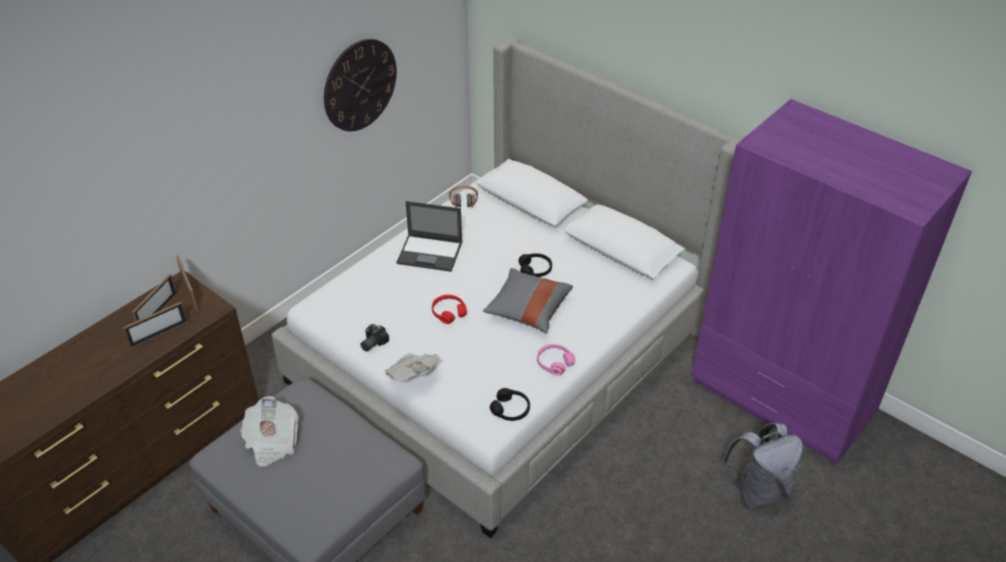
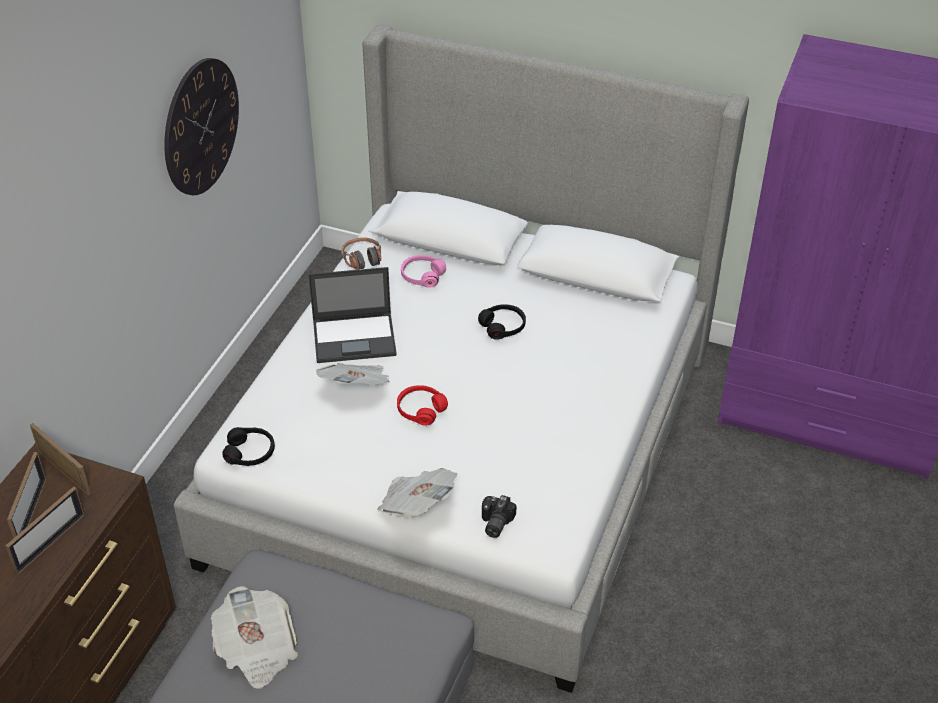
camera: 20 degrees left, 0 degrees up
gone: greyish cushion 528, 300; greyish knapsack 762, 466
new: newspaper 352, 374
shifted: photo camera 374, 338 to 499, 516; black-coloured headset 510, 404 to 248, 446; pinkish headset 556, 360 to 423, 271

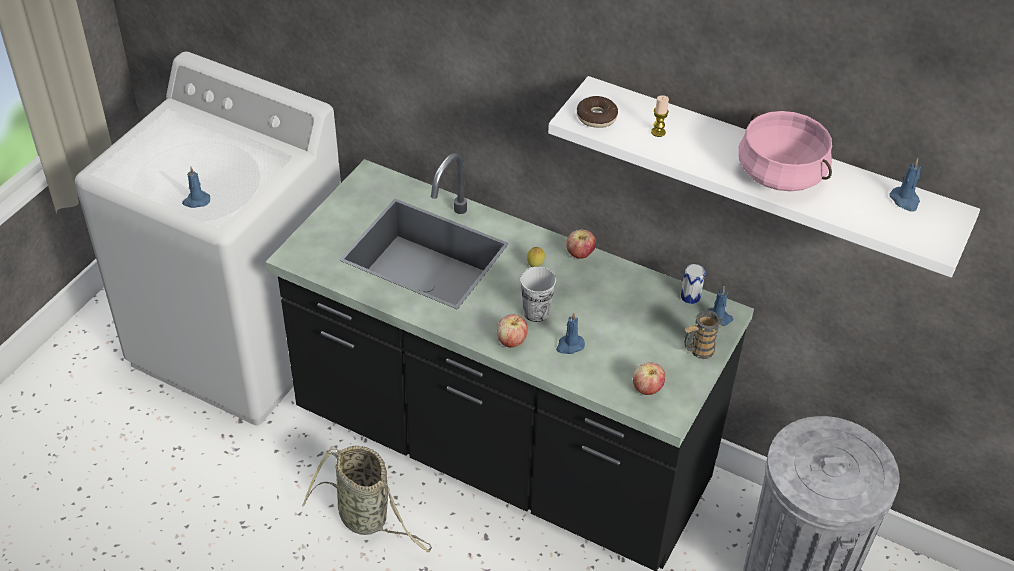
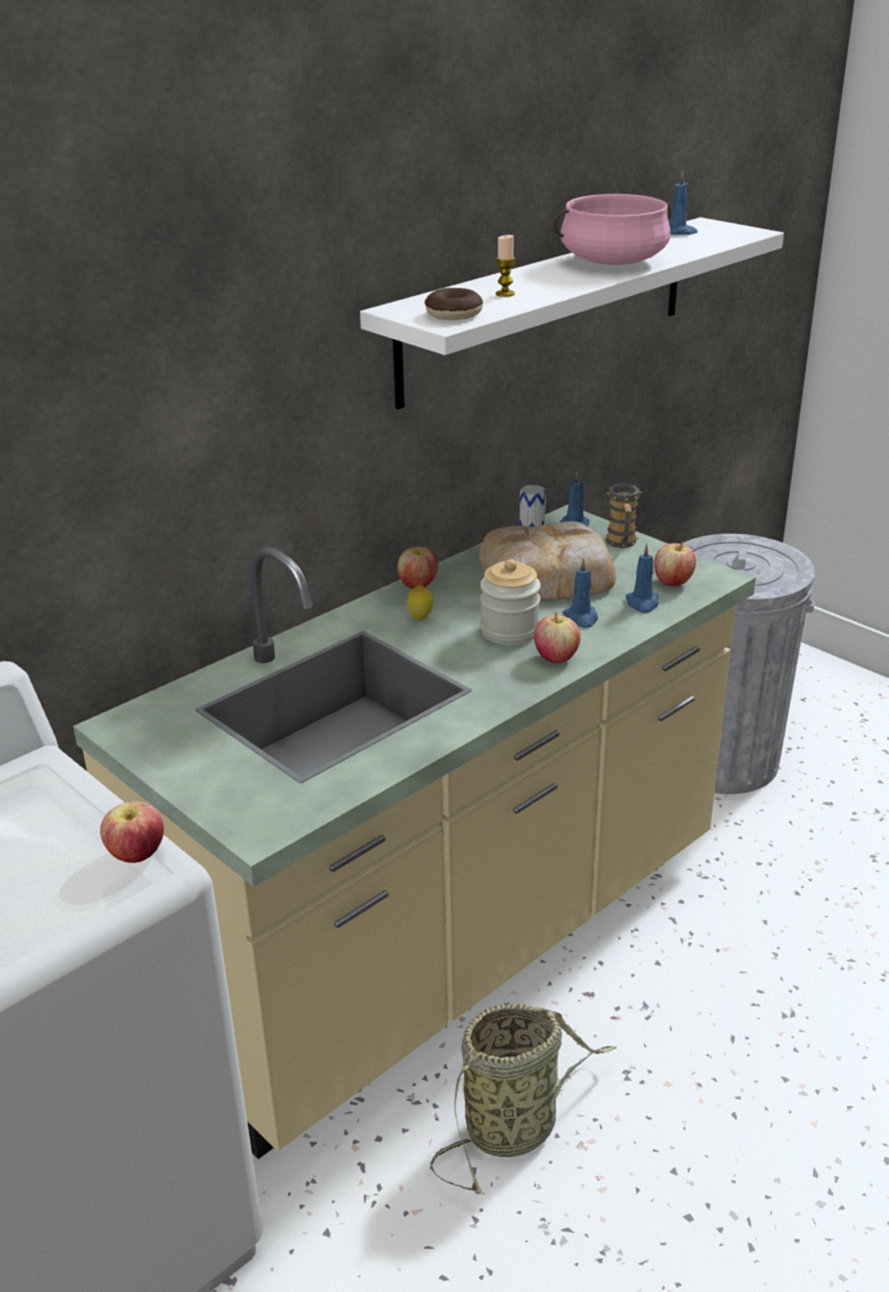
camera: 70 degrees left, 15 degrees down
new: apple fruit 132, 832; bakery bread 547, 561
shifted: bluish wax candle 196, 187 to 642, 578
swapped: small cup 538, 294 to jar 510, 602
repainted: black-coloured counter 509, 362 to beige-coloured counter 414, 832

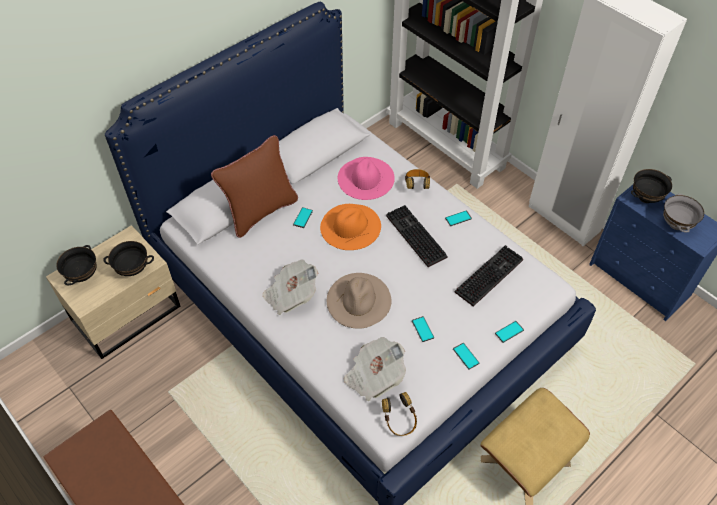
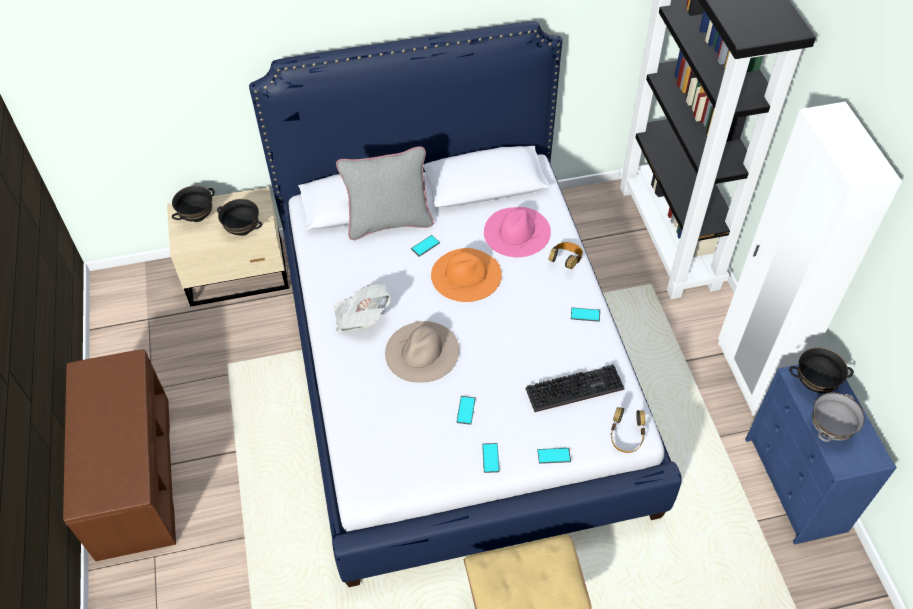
camera: 30 degrees right, 0 degrees up
gone: newspaper 375, 369; PC keyboard 417, 236
shifted: headset 399, 414 to 627, 430
repainted: brown cushion 254, 186 to greyish cushion 385, 193

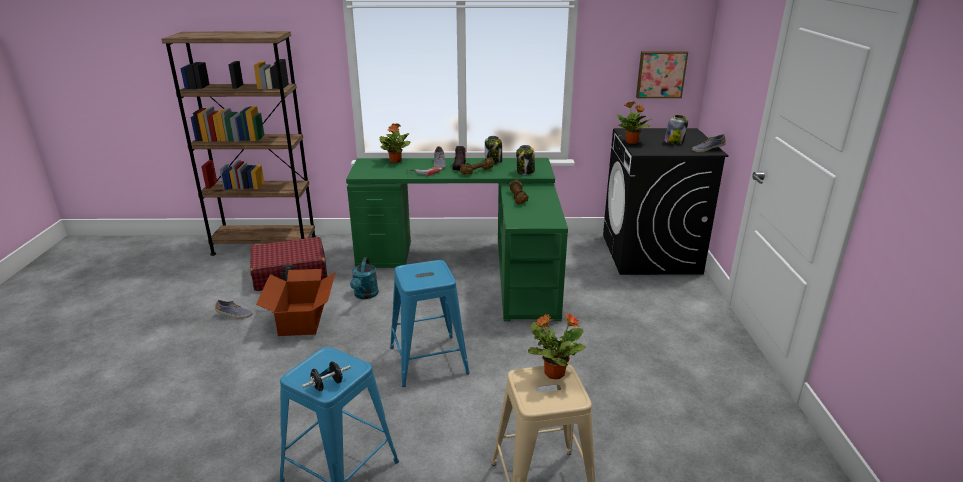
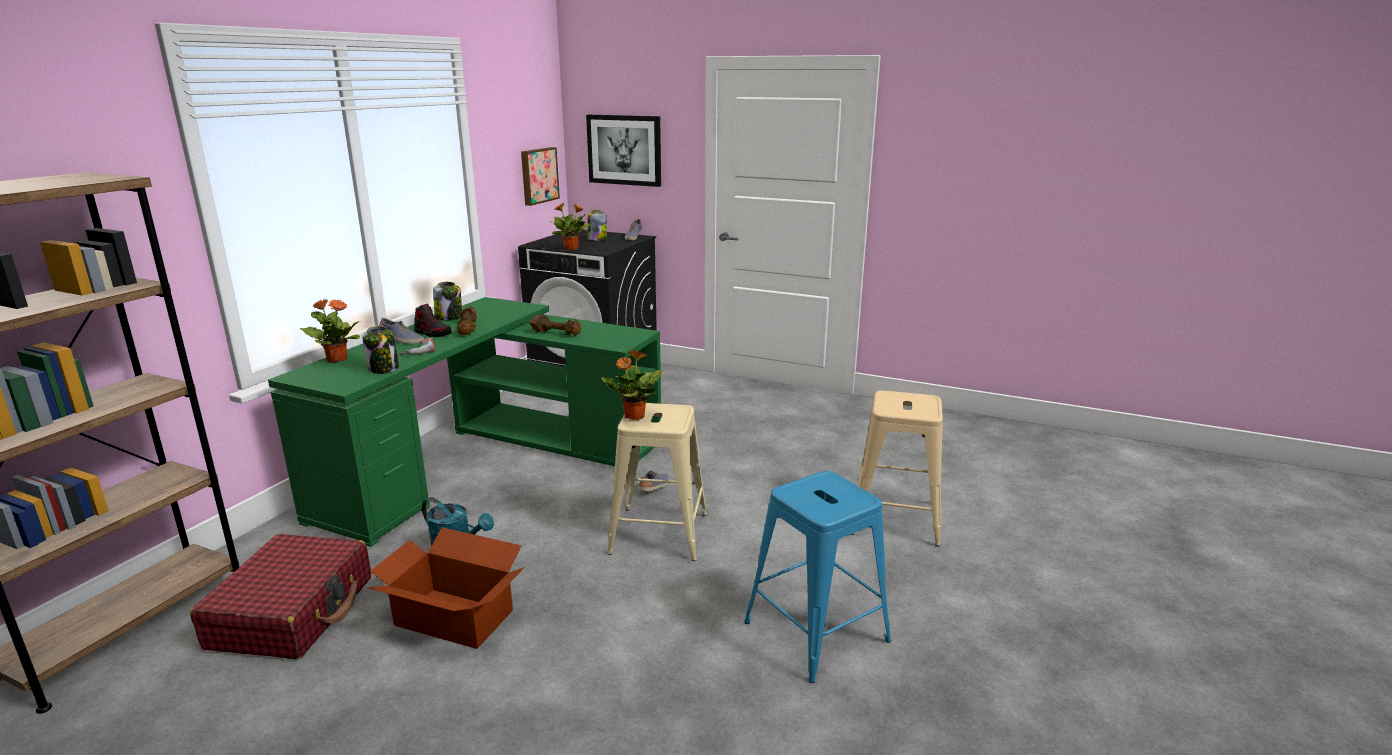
camera: 65 degrees left, 5 degrees down
gone: black-coloured hand weight 326, 376
new: picture 623, 151
shifted: low shoe 233, 309 to 654, 481; jar 525, 160 to 380, 350; plant in a pot 557, 346 to 631, 384
repainted: bluish stool 430, 323 to beige-coloured stool 657, 482

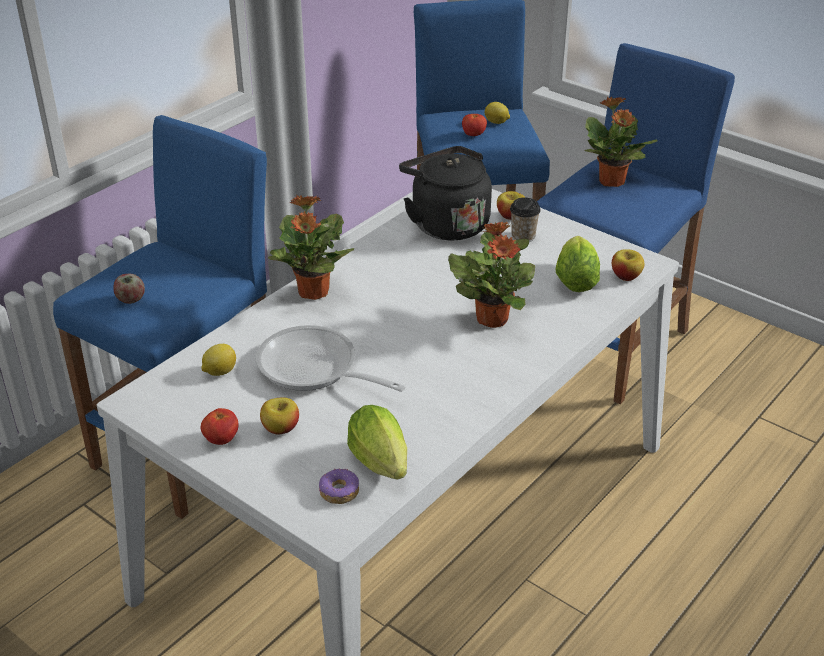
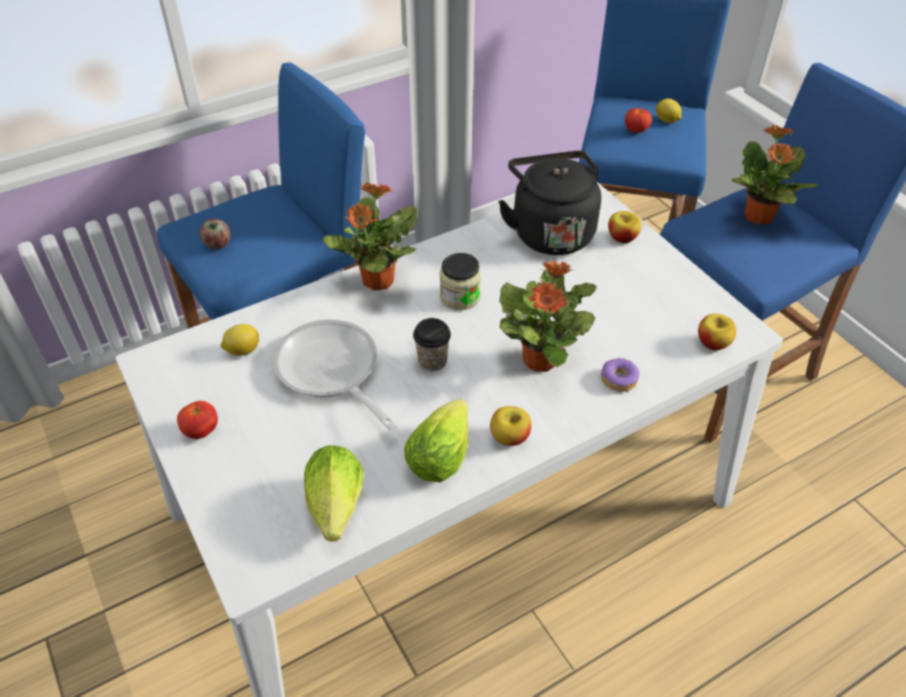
camera: 20 degrees right, 10 degrees up
new: jar 460, 281
shifted: apple fruit 279, 415 to 510, 426; ring doughnut 339, 486 to 620, 374; small cup 525, 219 to 432, 345; head of lettuce 578, 264 to 436, 440

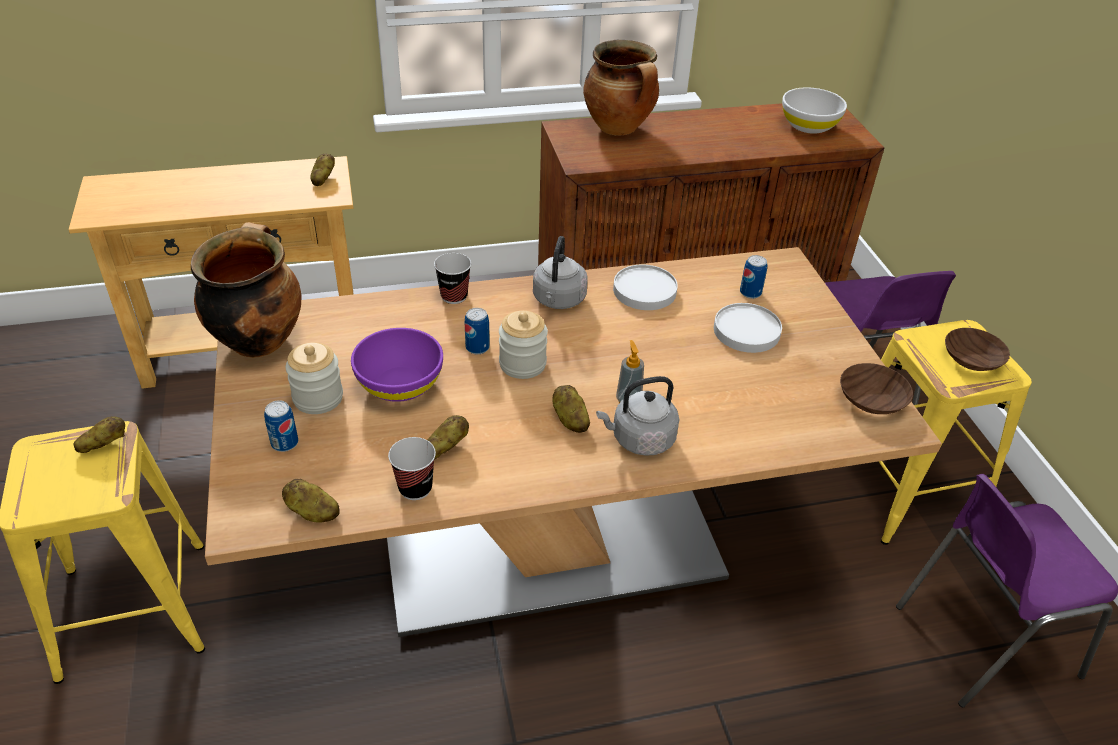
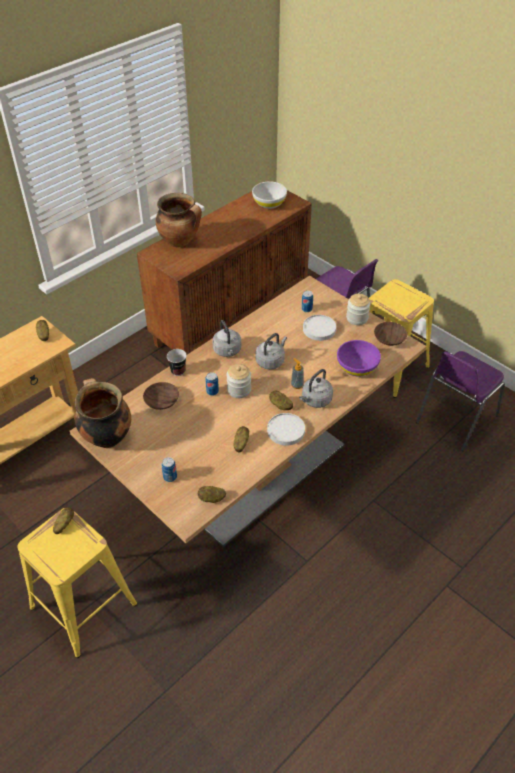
camera: 30 degrees left, 5 degrees up
gone: small cup 412, 468
new: greyish water kettle 271, 351
shifted: jar 314, 378 to 358, 309; purplish bowl 397, 365 to 359, 358; white dinner plate 645, 287 to 286, 429; brown bowl 977, 349 to 161, 396

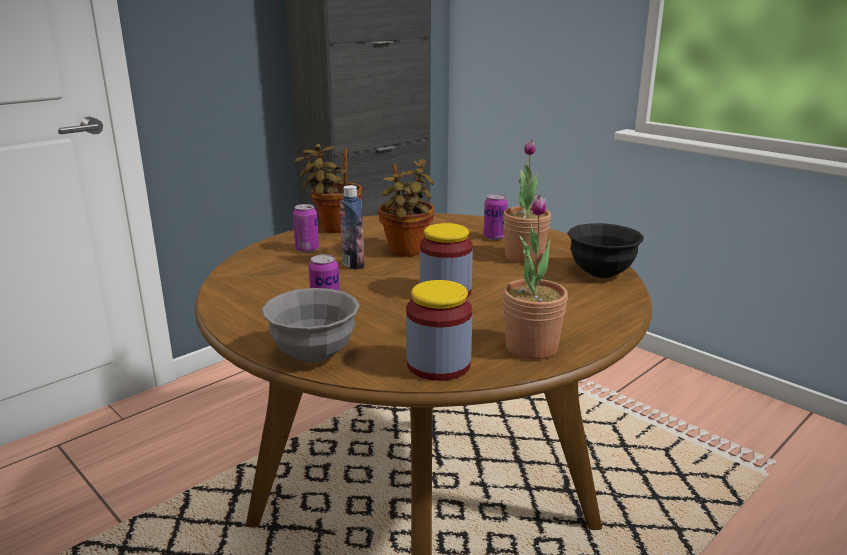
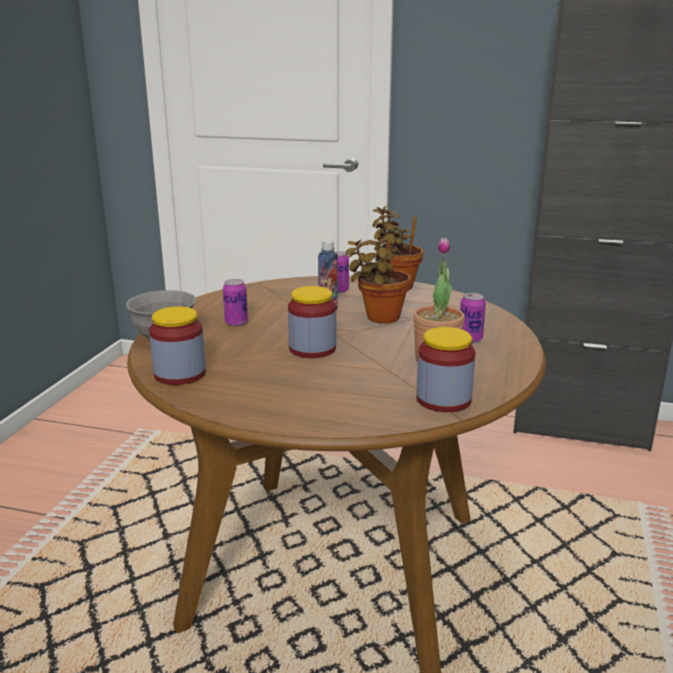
camera: 60 degrees right, 0 degrees up
gone: plant in a pot 535, 277
swapped: black-coloured bowl 605, 250 to jar 445, 369

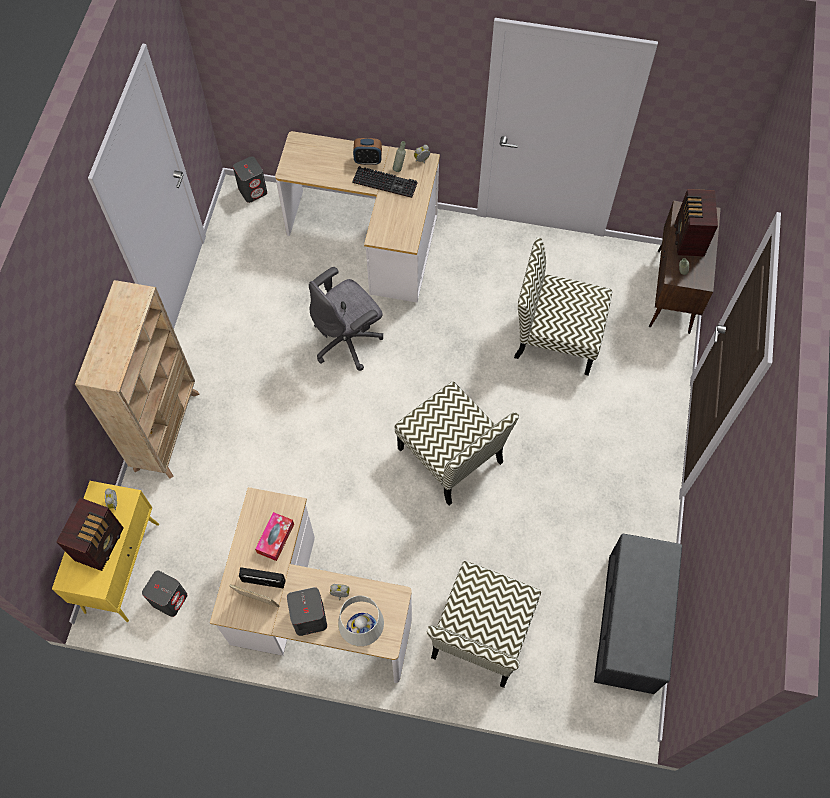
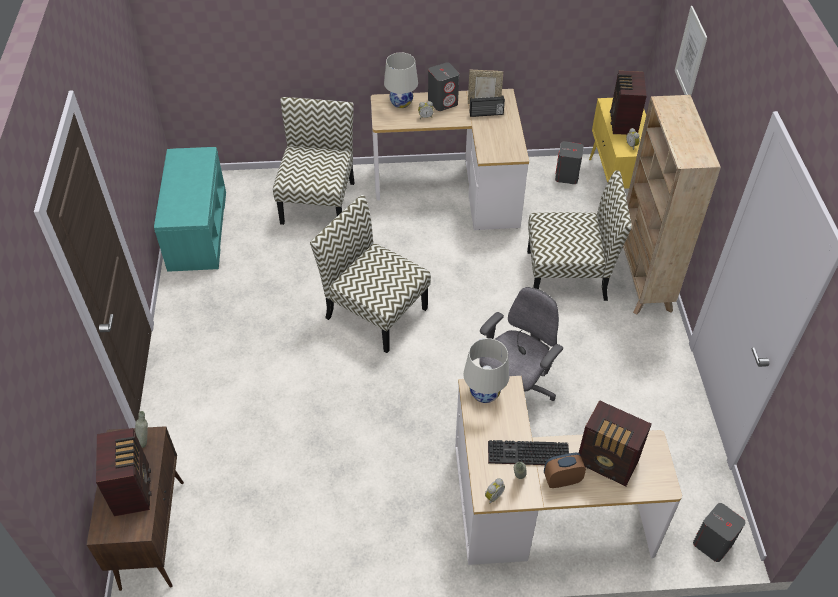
camera: 165 degrees right, 15 degrees down
gone: tissue holder 274, 536
new: white lamp for a table 486, 370; radio 615, 443; picture 691, 50
shifted: upright chair 563, 306 to 579, 235
repainted: greyish indoor bench 638, 614 to turquoise indoor bench 190, 209

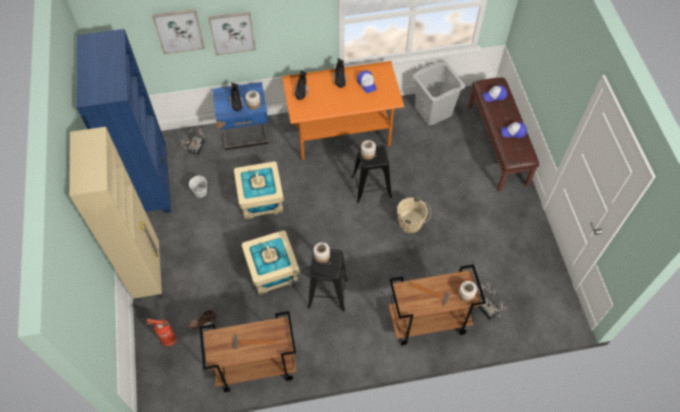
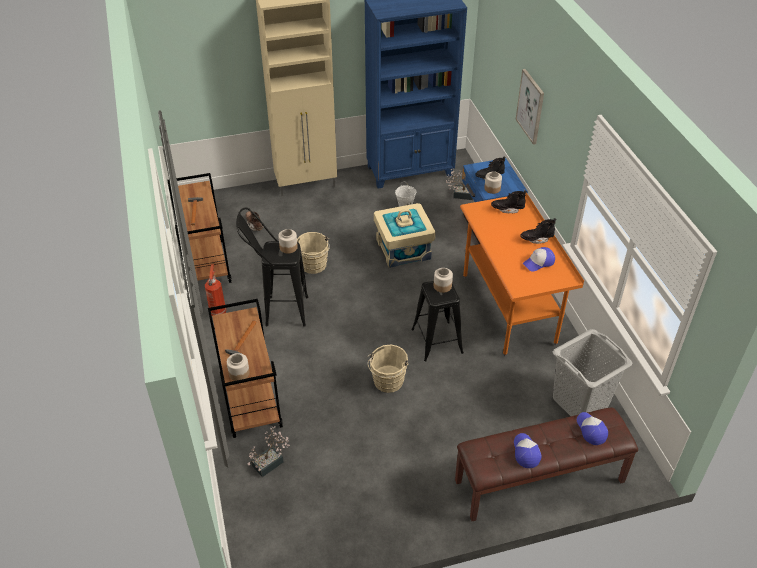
camera: 85 degrees right, 15 degrees down
gone: picture 178, 31
shifted: fire-fighting cylinder 161, 333 to 215, 290
swapped: beige-coloured storage container 270, 262 to beige-coloured water bucket 313, 253

